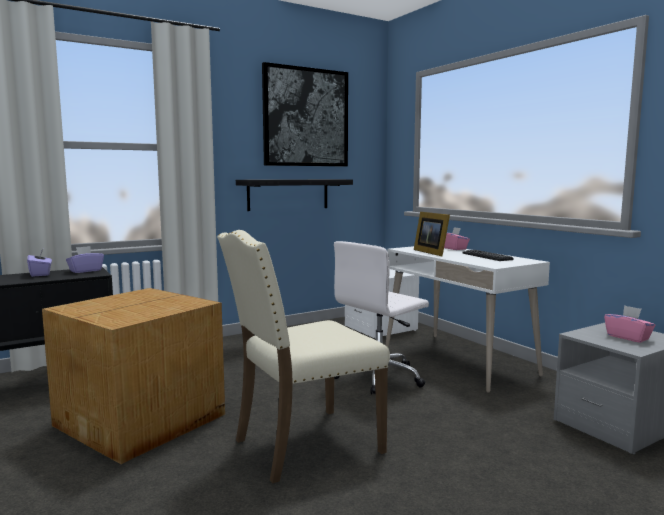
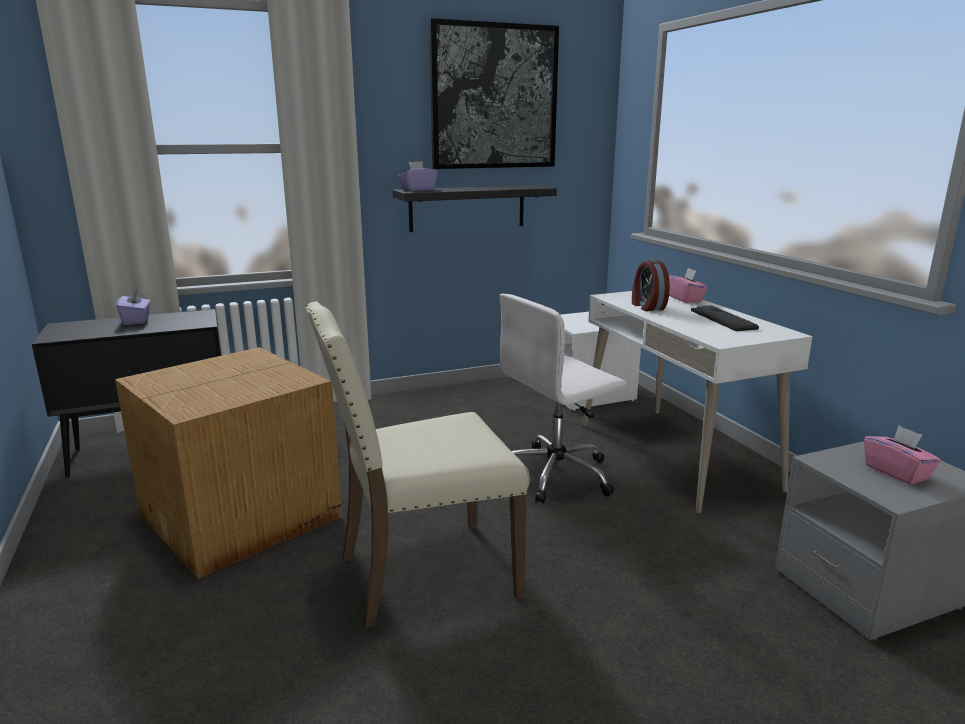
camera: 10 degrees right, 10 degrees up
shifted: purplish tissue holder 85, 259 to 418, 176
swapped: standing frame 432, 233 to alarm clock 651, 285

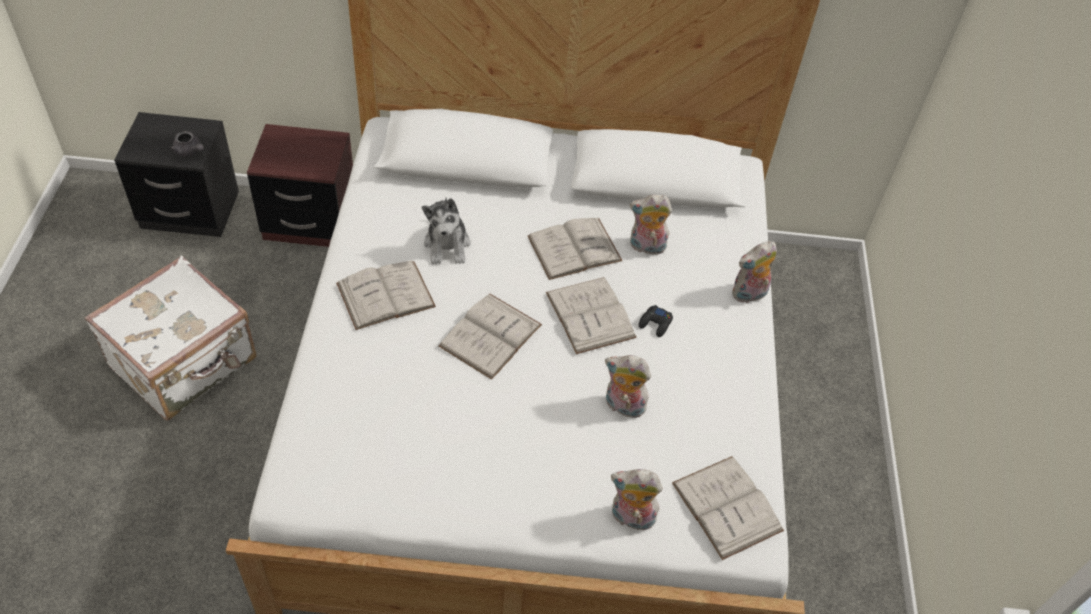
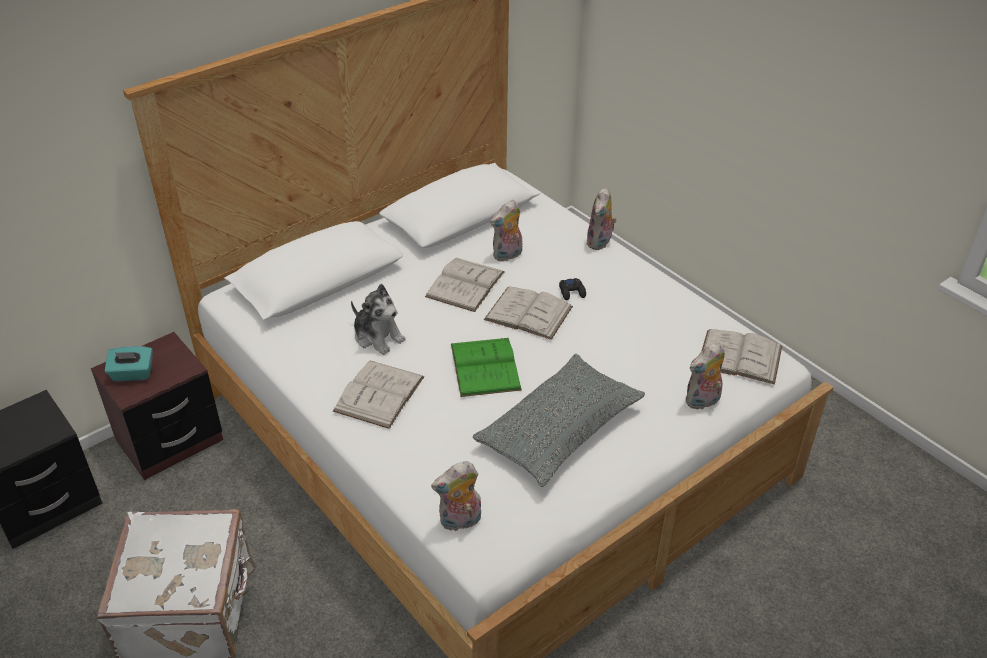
camera: 40 degrees left, 10 degrees down
gone: greyish teapot 187, 144
new: turquoise tissue holder 129, 363; greyish cushion 559, 420
shifted: plush toy 628, 386 to 456, 496
repainted: white bound book 490, 337 to green bound book 486, 367

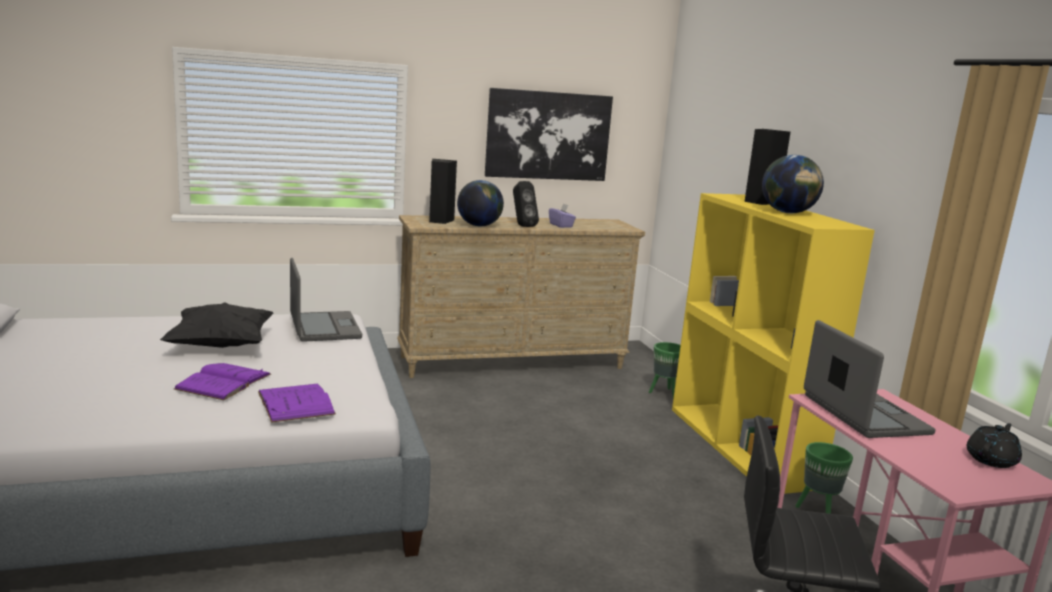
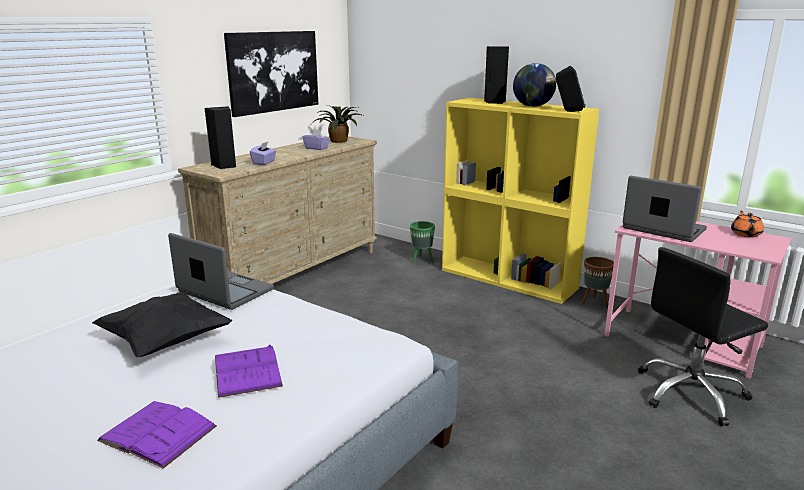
camera: 35 degrees left, 5 degrees up
new: plant in a pot 338, 124
shifted: purplish bound book 297, 403 to 157, 435; black-coloured speaker 526, 204 to 570, 89
swapped: world globe 480, 203 to purplish tissue holder 263, 153
repainted: green plant pot 824, 478 to brown plant pot 598, 282; black-coloured teapot 994, 445 to orange-coloured teapot 747, 224

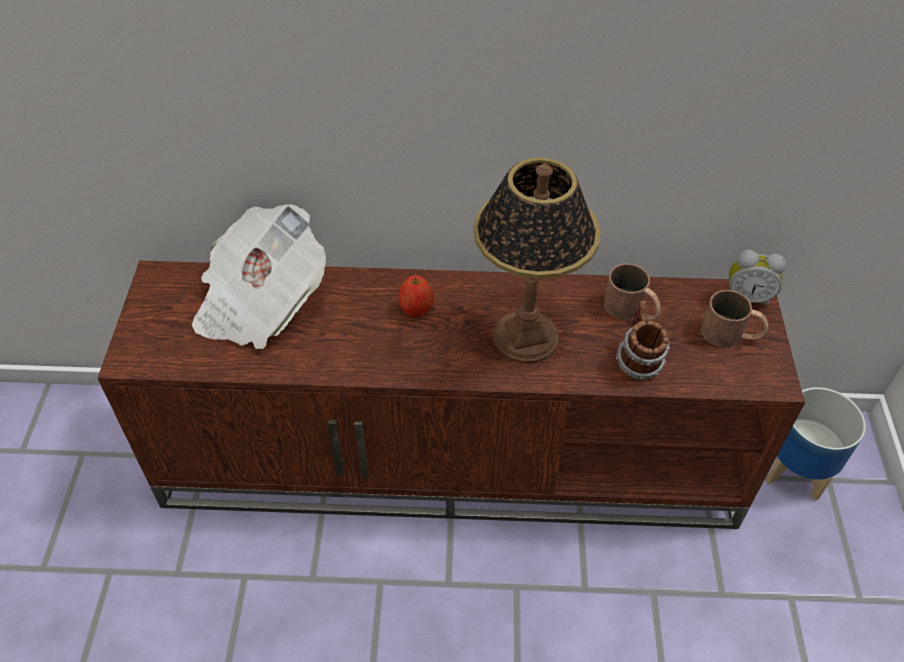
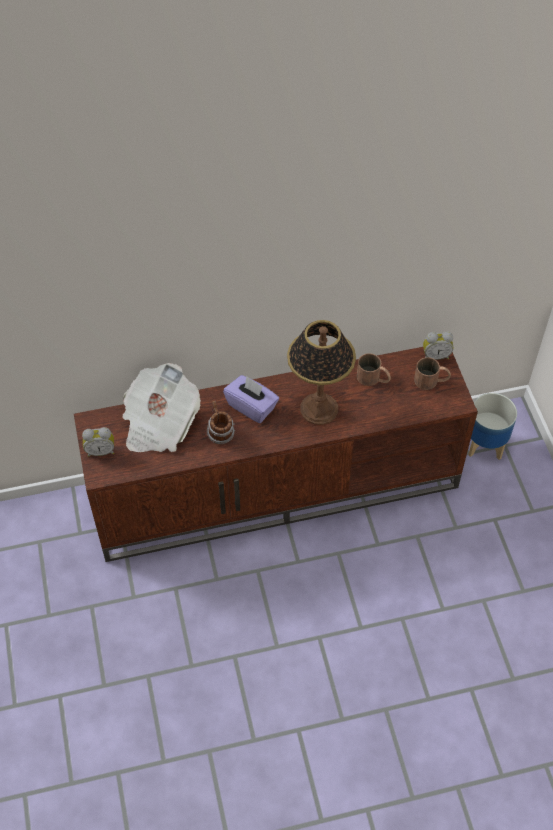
camera: 15 degrees left, 5 degrees up
new: alarm clock 98, 442
shifted: coffee mug 643, 340 to 221, 422
swapped: apple fruit 416, 296 to purplish tissue holder 251, 399

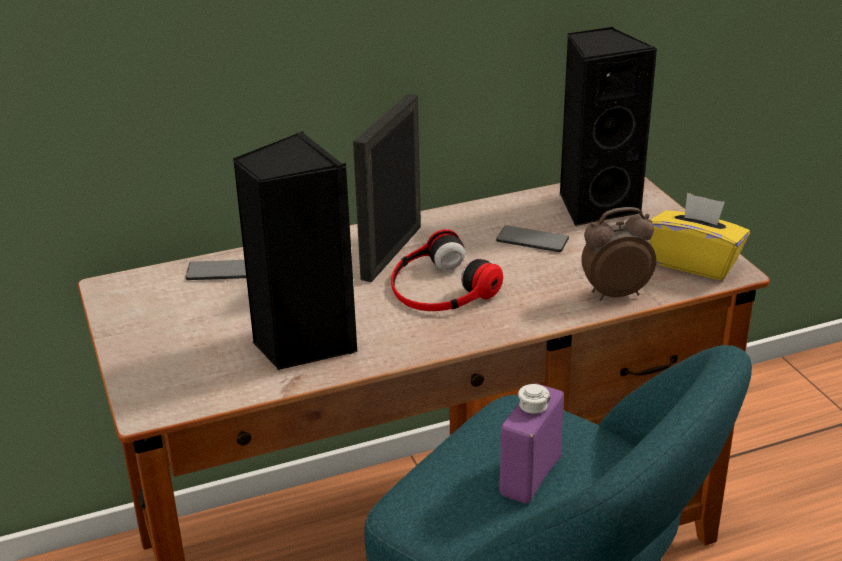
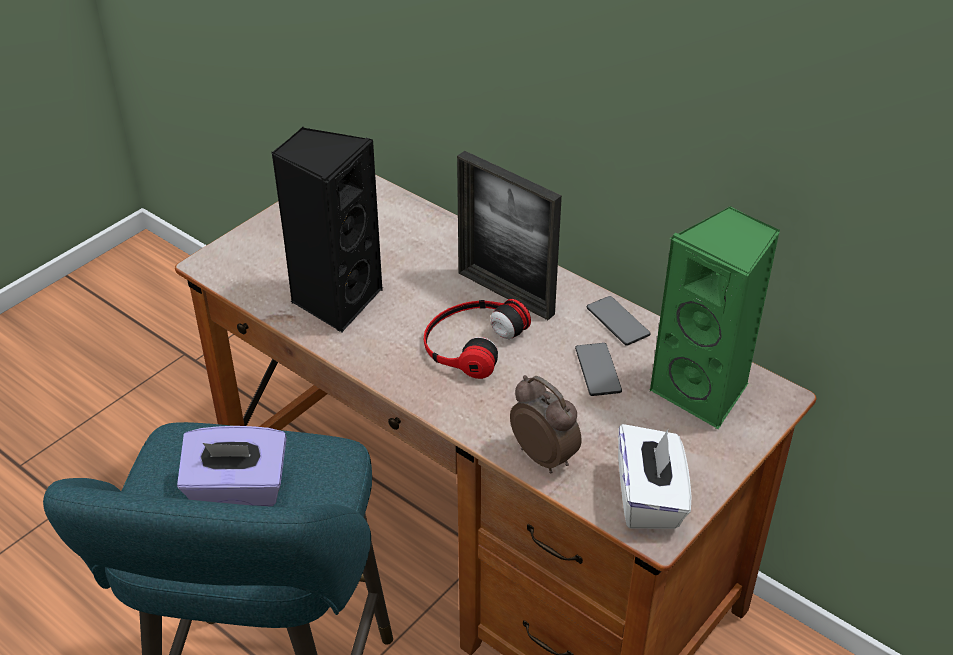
camera: 60 degrees right, 10 degrees up
shifted: phone 216, 270 to 618, 321
swapped: purplish bottle 531, 444 to purplish tissue holder 232, 466
repainted: black-coloured speaker 608, 126 to green speaker 715, 318; yellowish tissue holder 699, 236 to white tissue holder 655, 476
rotated: standing frame 387, 188 = 509, 235 135 degrees counterclockwise

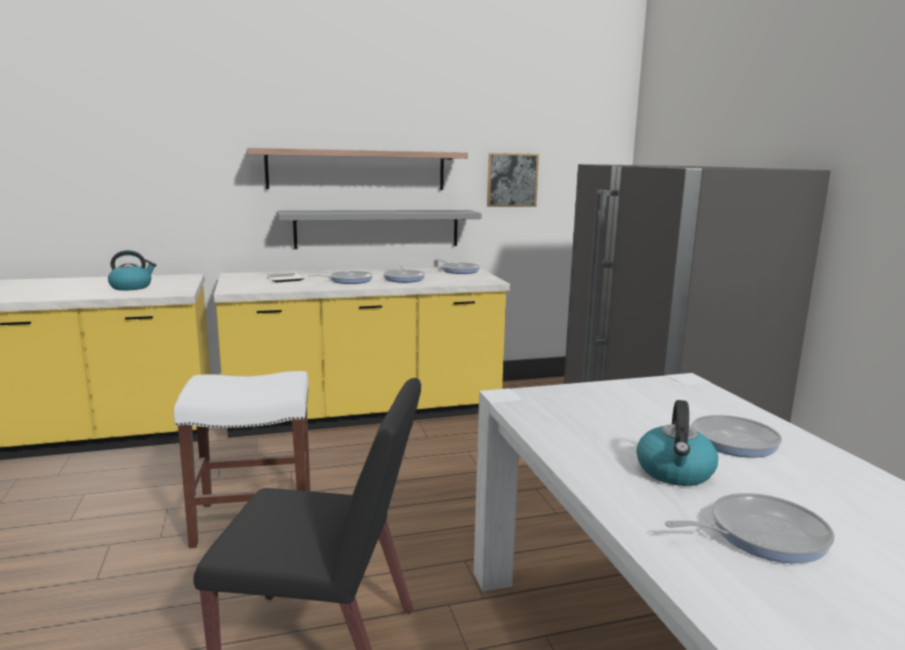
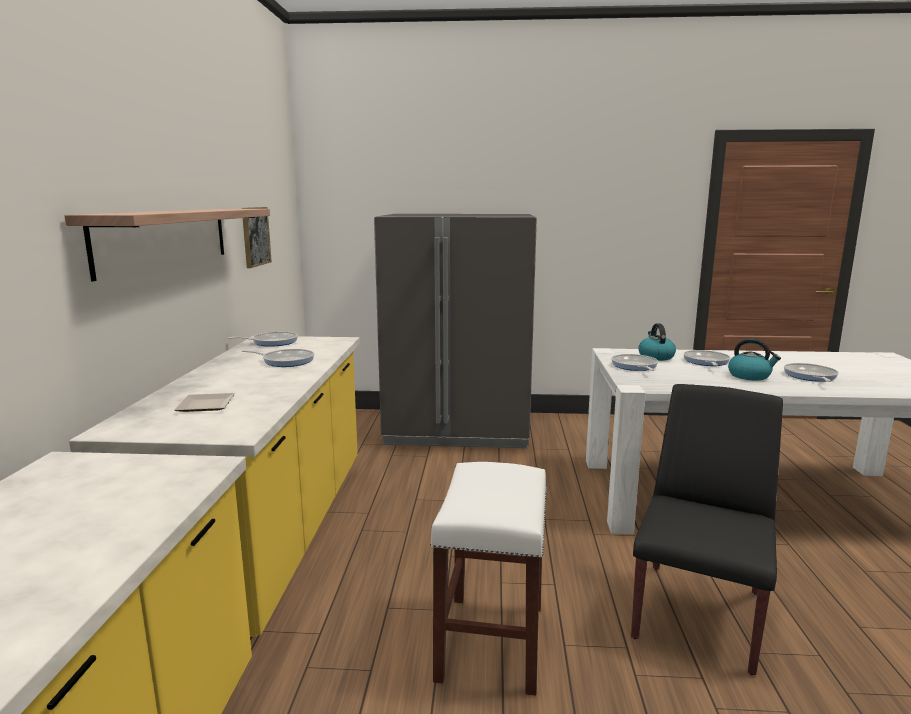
camera: 70 degrees left, 0 degrees up
gone: greyish shelf 380, 229
shifted: water kettle 132, 270 to 657, 342; pan 340, 277 to 634, 362

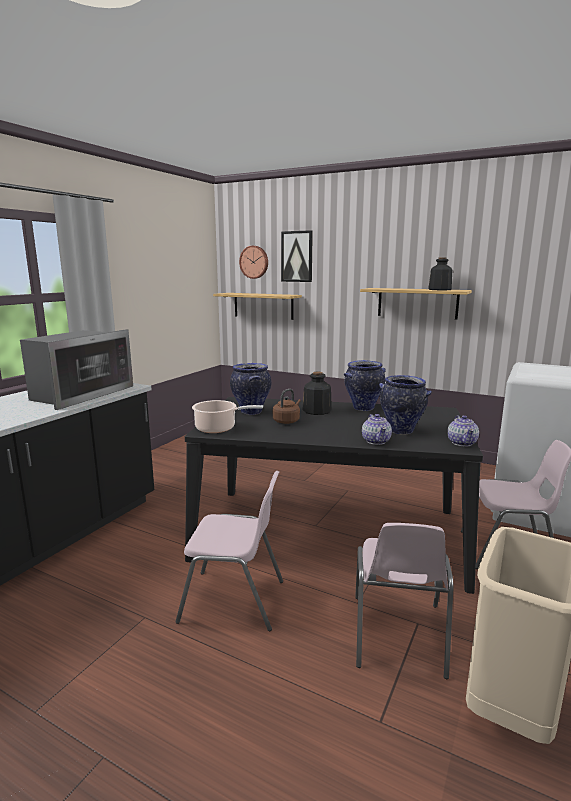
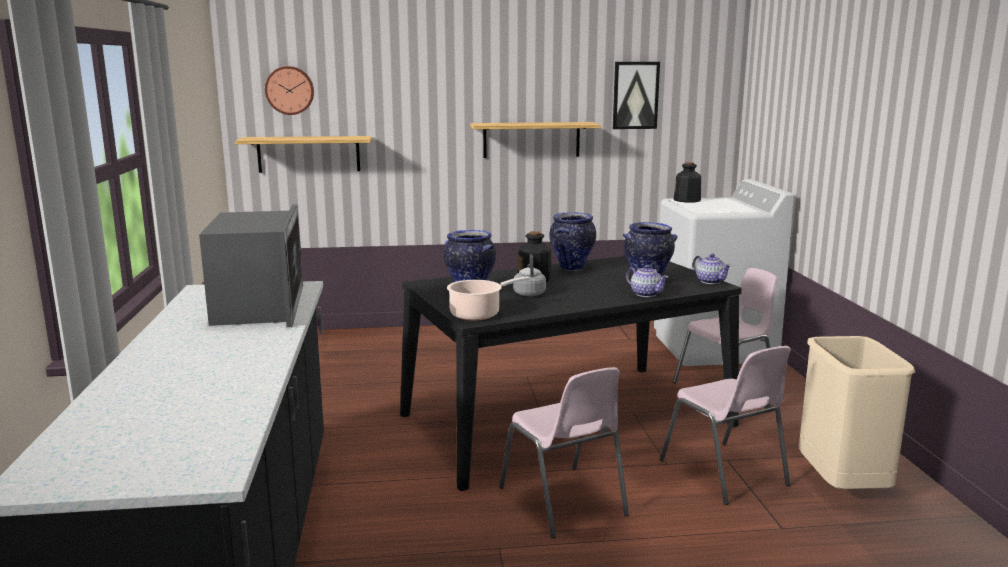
camera: 35 degrees left, 0 degrees up
shifted: picture 297, 256 to 636, 95; bottle 440, 274 to 687, 182
repainted: brown water kettle 287, 406 to greyish water kettle 529, 275
rotated: pinkish upright chair 229, 551 = 564, 452 90 degrees clockwise

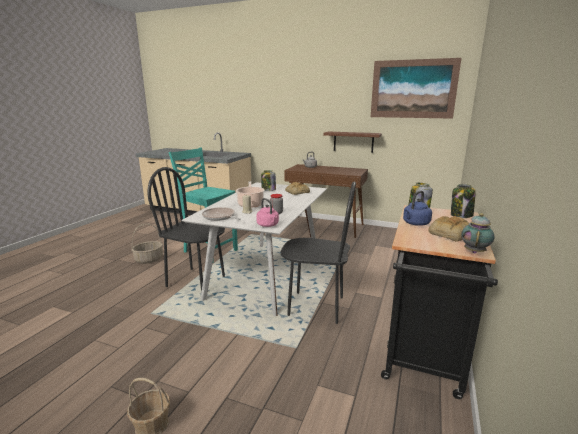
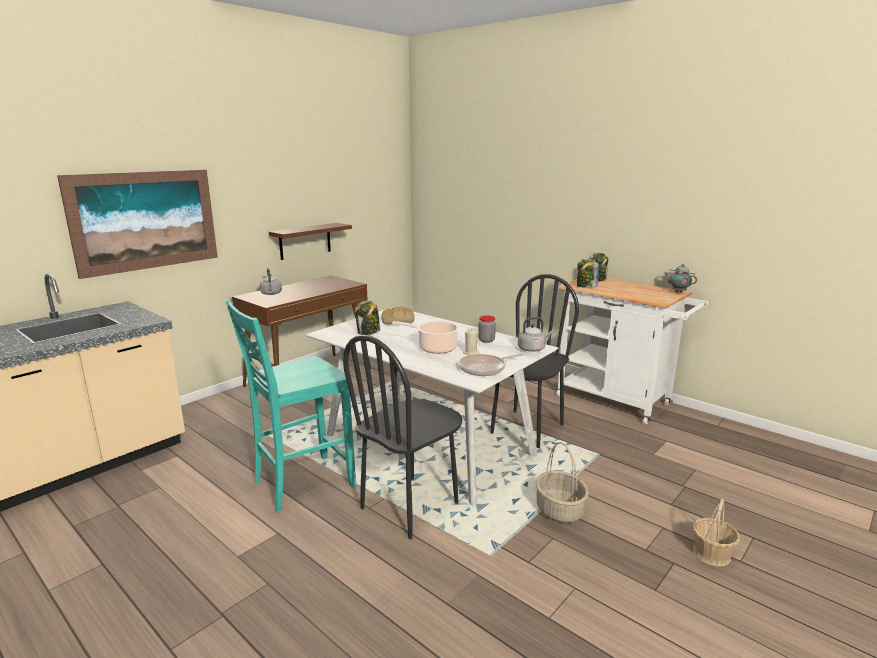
camera: 70 degrees left, 0 degrees up
gone: bluish water kettle 417, 208; bakery bread 449, 229
shifted: household basket 147, 243 to 562, 482; picture 416, 88 to 137, 224
repainted: pinkish water kettle 267, 212 to greyish water kettle 536, 334; black-coloured trolley 439, 302 to white trolley 633, 351

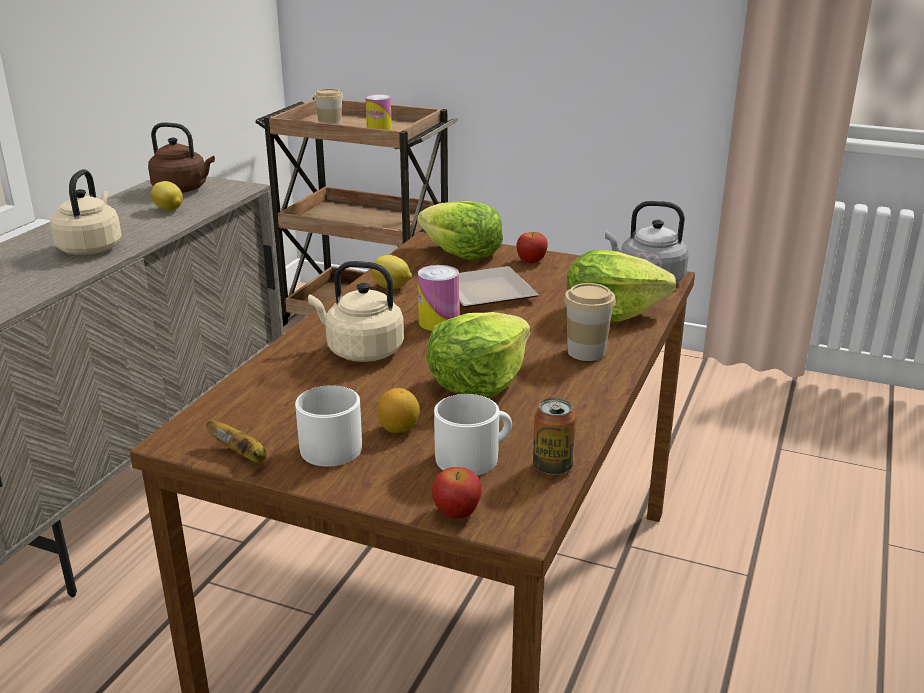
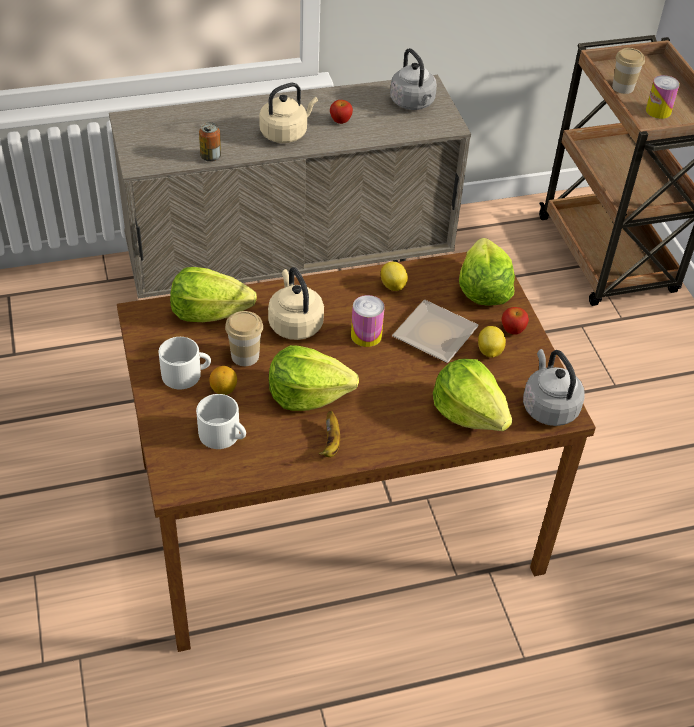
camera: 50 degrees right, 20 degrees up
new: head of lettuce 213, 294
shifted: lemon 167, 196 to 492, 342; whole banana 236, 441 to 329, 434; apple fruit 456, 493 to 341, 112; sealed can 554, 436 to 210, 142; small cup 590, 322 to 244, 338
repainted: brown water kettle 181, 157 to greyish water kettle 413, 79

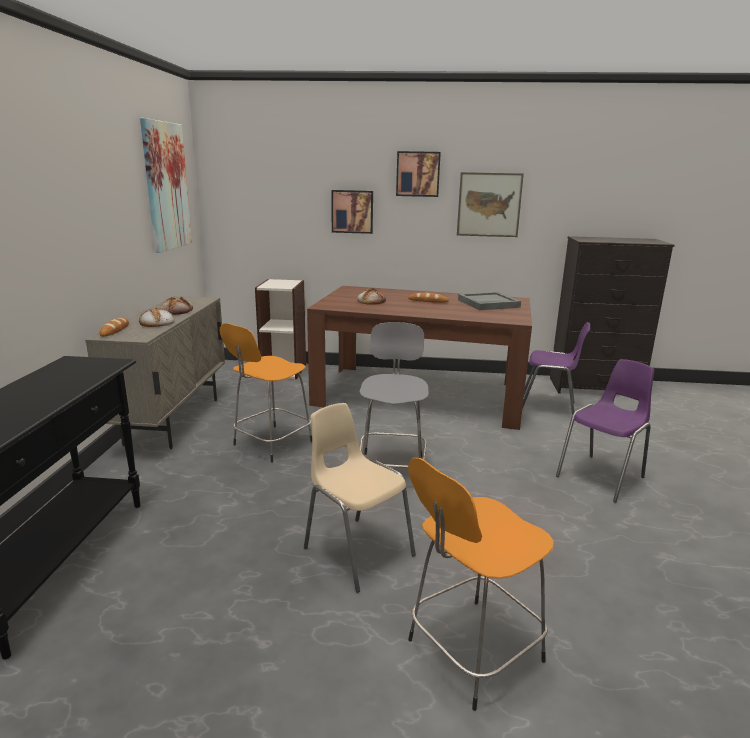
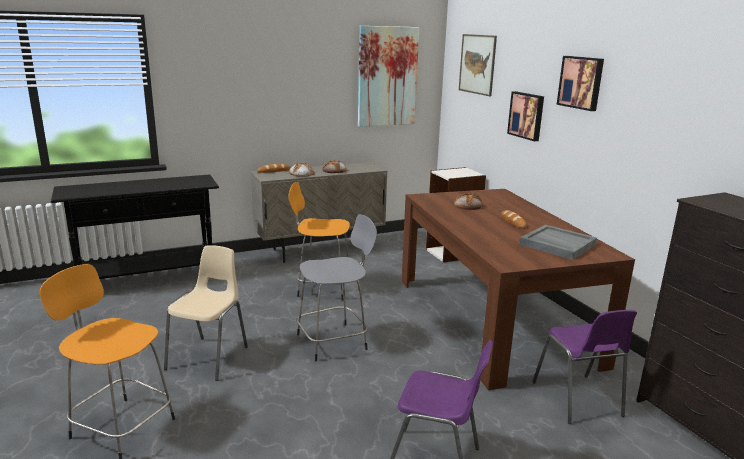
camera: 60 degrees right, 0 degrees up
shifted: picture 490, 204 to 478, 65

